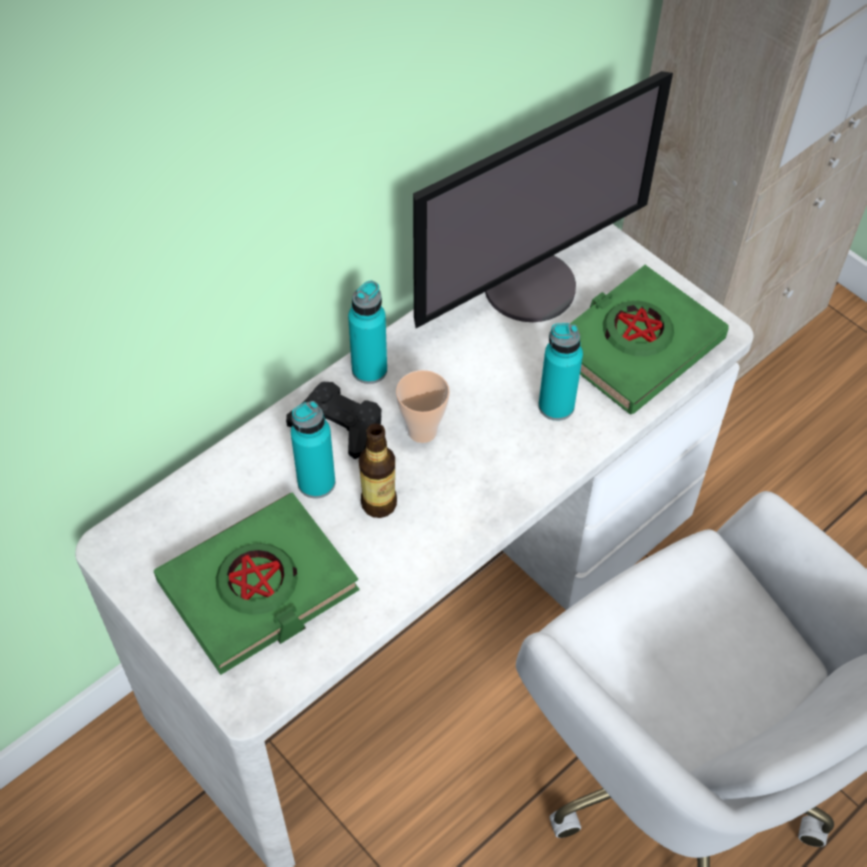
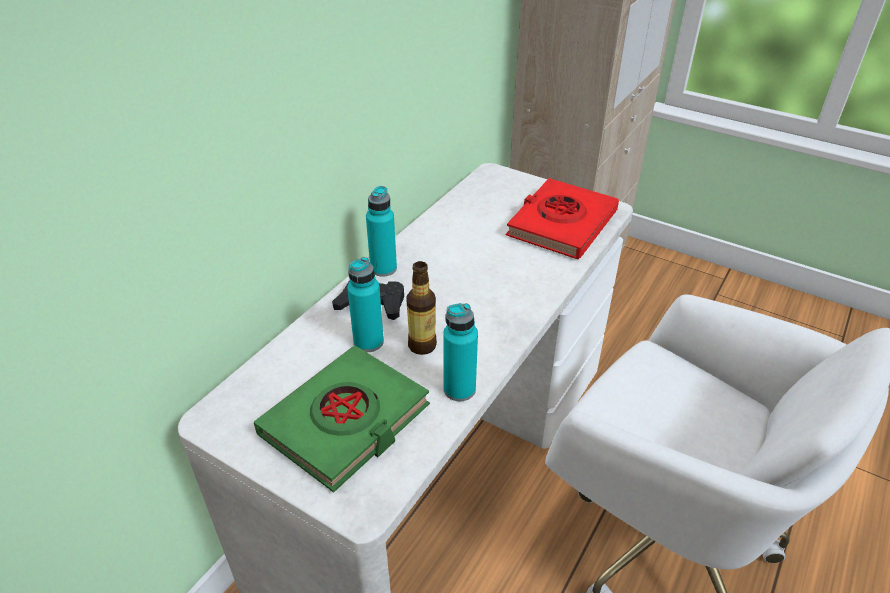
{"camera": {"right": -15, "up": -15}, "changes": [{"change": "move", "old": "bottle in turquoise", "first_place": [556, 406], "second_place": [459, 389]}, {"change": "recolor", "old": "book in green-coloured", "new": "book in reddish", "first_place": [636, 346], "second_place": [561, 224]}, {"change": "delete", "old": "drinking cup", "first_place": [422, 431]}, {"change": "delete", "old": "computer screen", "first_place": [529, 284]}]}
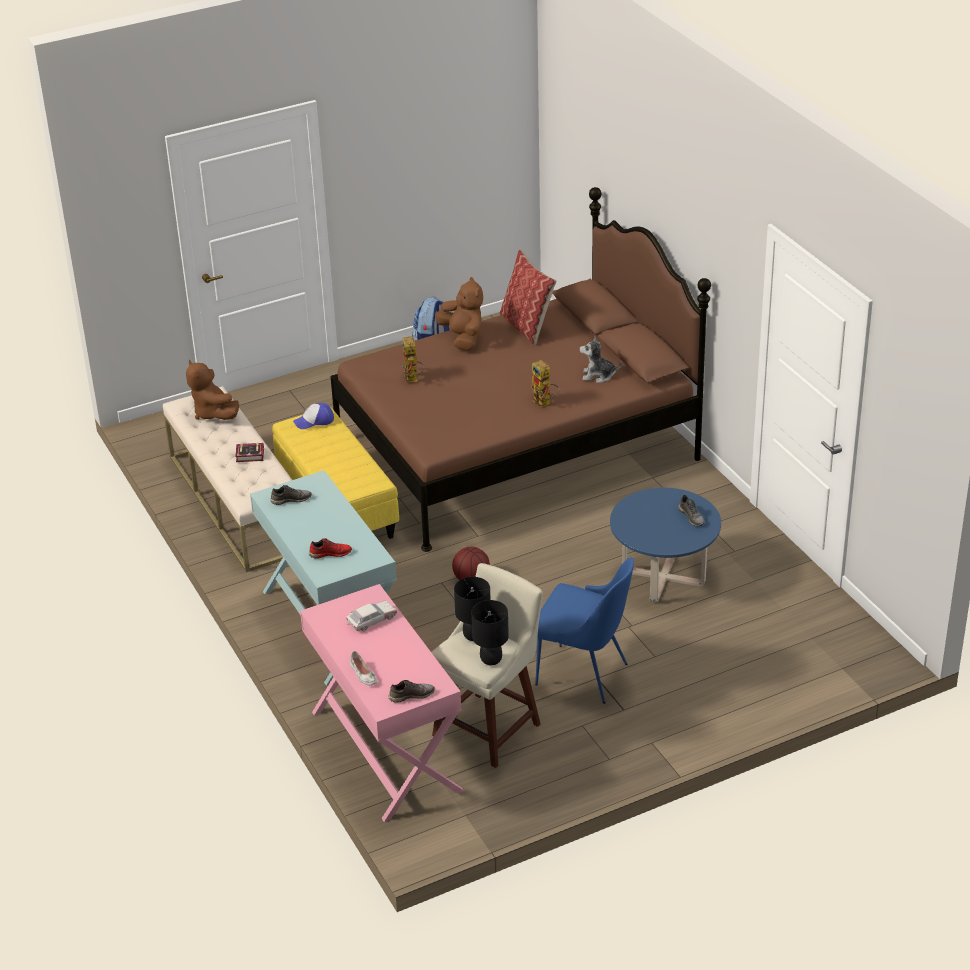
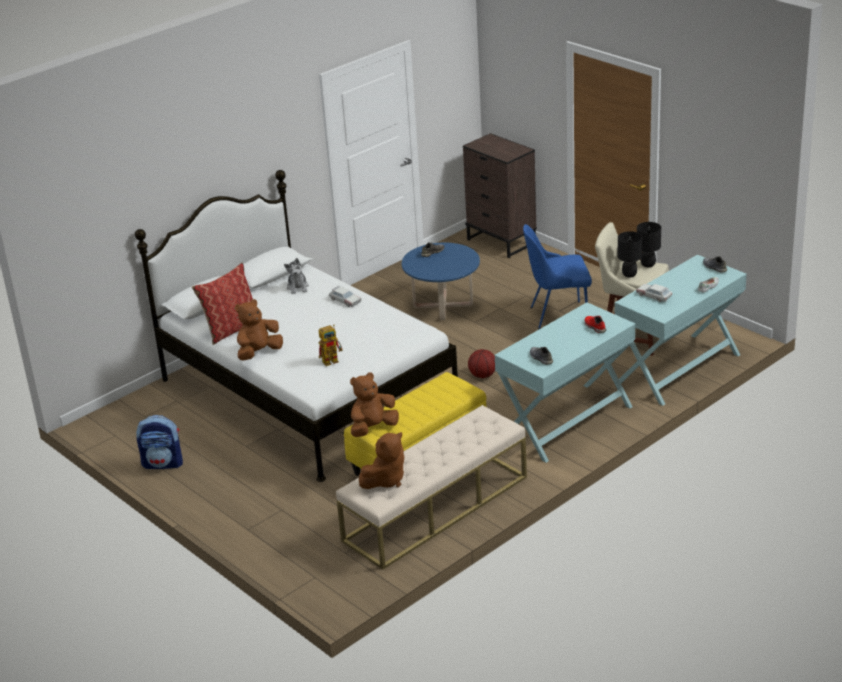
{"camera": {"right": -105, "up": -5}, "changes": [{"change": "recolor", "old": "bedroom bed in brown-coloured", "new": "bedroom bed in white", "first_place": [517, 449], "second_place": [307, 390]}, {"change": "replace", "old": "model robot", "new": "model car", "first_place": [544, 403], "second_place": [345, 300]}, {"change": "replace", "old": "peaked cap", "new": "cuddly toy in brown-coloured", "first_place": [314, 421], "second_place": [373, 428]}, {"change": "insert", "new": "dresser in brown-coloured", "second_place": [501, 242]}, {"change": "rotate", "old": "plain chair in blue", "first_place": [582, 674], "second_place": [558, 316], "degrees": -105}, {"change": "recolor", "old": "desk table in pink", "new": "desk table in turquoise", "first_place": [385, 750], "second_place": [679, 369]}, {"change": "delete", "old": "book", "first_place": [251, 455]}]}
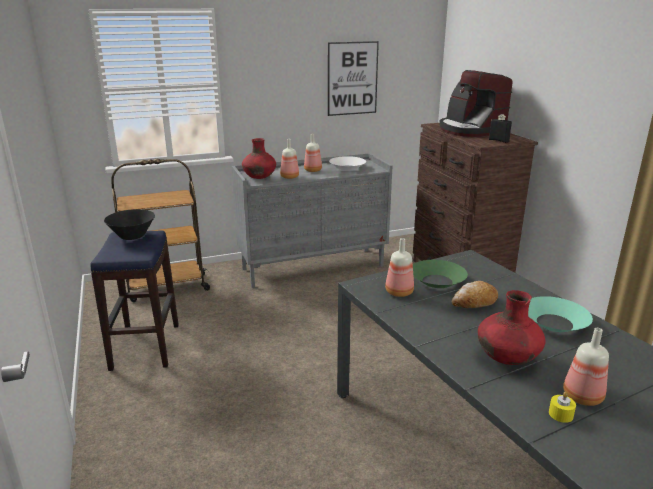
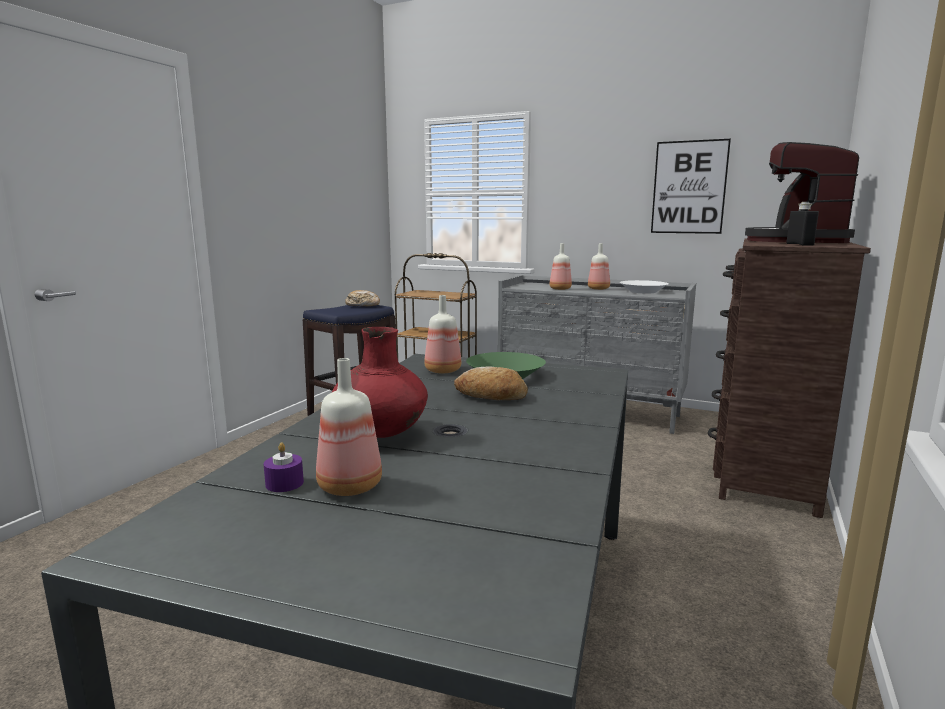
{"camera": {"right": 45, "up": -10}, "changes": [{"change": "recolor", "old": "wax candle in yellowish", "new": "wax candle in purplish", "first_place": [560, 414], "second_place": [284, 483]}, {"change": "replace", "old": "bowl in black-coloured", "new": "baked bread", "first_place": [132, 236], "second_place": [363, 305]}, {"change": "delete", "old": "decorative vase in reddish", "first_place": [259, 178]}, {"change": "delete", "old": "bowl in turquoise", "first_place": [554, 322]}]}
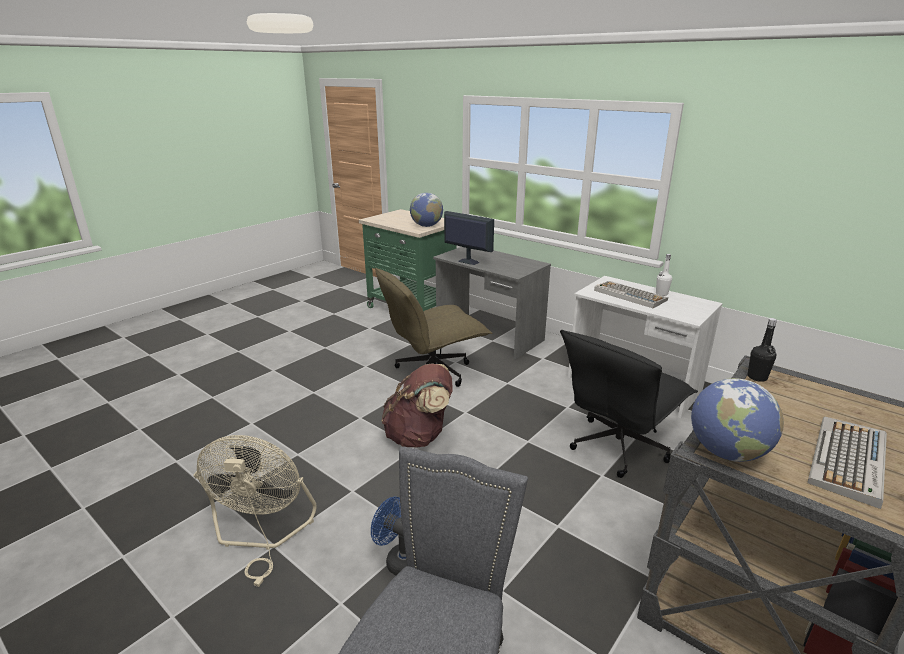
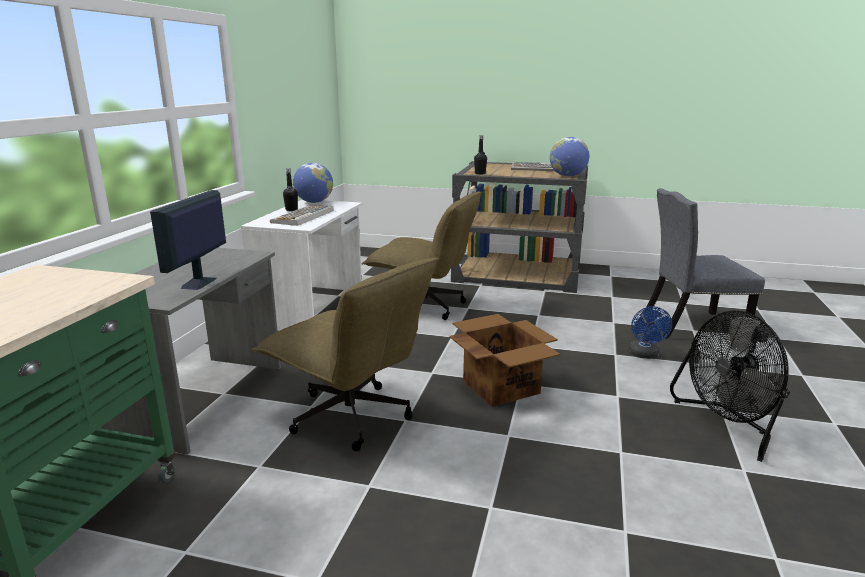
{"camera": {"right": -115, "up": -5}, "changes": [{"change": "recolor", "old": "bottle in white", "new": "bottle in black-coloured", "first_place": [661, 294], "second_place": [291, 210]}, {"change": "move", "old": "desk globe", "first_place": [426, 226], "second_place": [314, 202]}, {"change": "recolor", "old": "desk chair in black-coloured", "new": "desk chair in beige", "first_place": [619, 446], "second_place": [423, 306]}, {"change": "replace", "old": "knapsack in brown-coloured", "new": "packing box", "first_place": [419, 436], "second_place": [500, 386]}, {"change": "recolor", "old": "electric fan in beige", "new": "electric fan in black-coloured", "first_place": [258, 535], "second_place": [729, 422]}]}
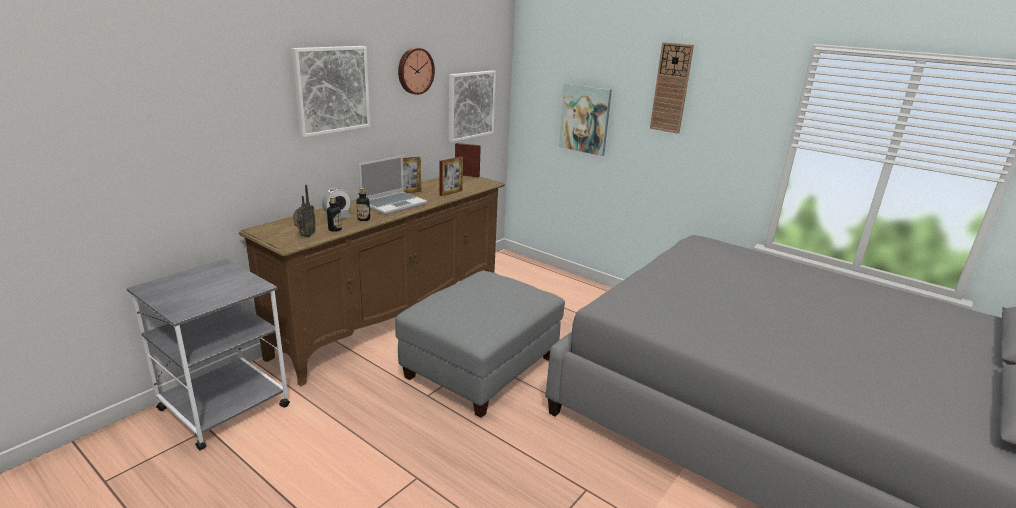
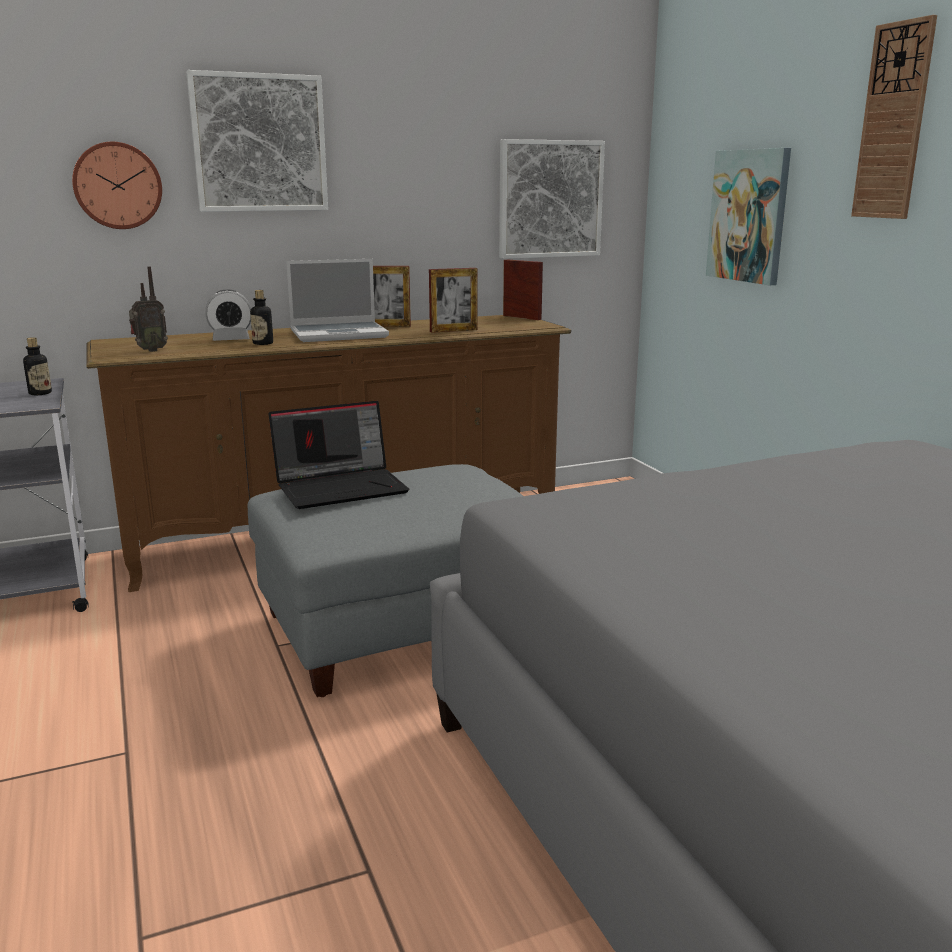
{"camera": {"right": 30, "up": -5}, "changes": [{"change": "move", "old": "bottle", "first_place": [335, 229], "second_place": [40, 393]}, {"change": "move", "old": "wall clock", "first_place": [414, 71], "second_place": [117, 186]}, {"change": "insert", "new": "notebook computer", "second_place": [342, 487]}]}
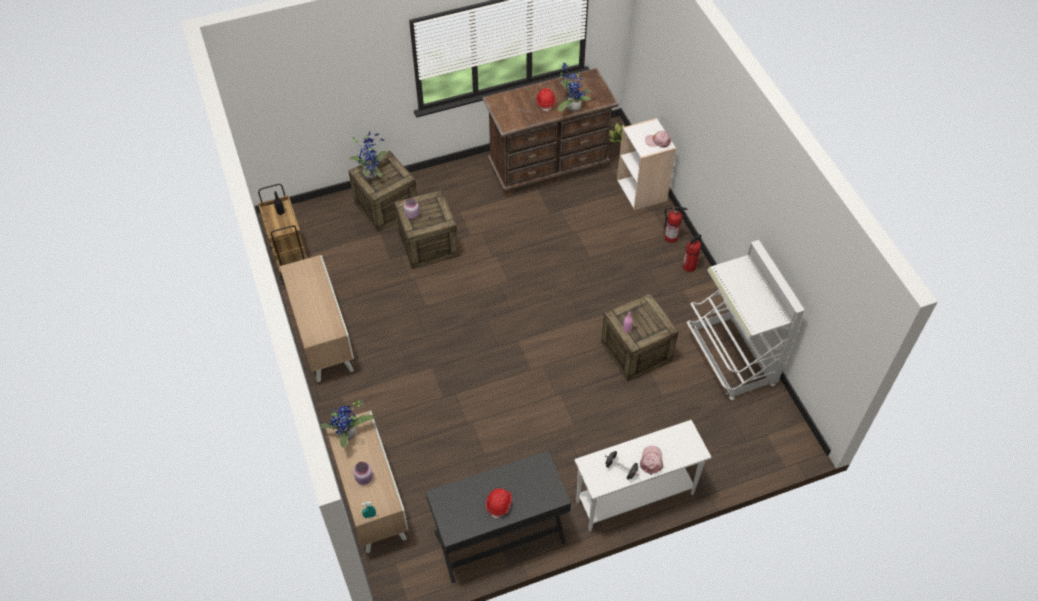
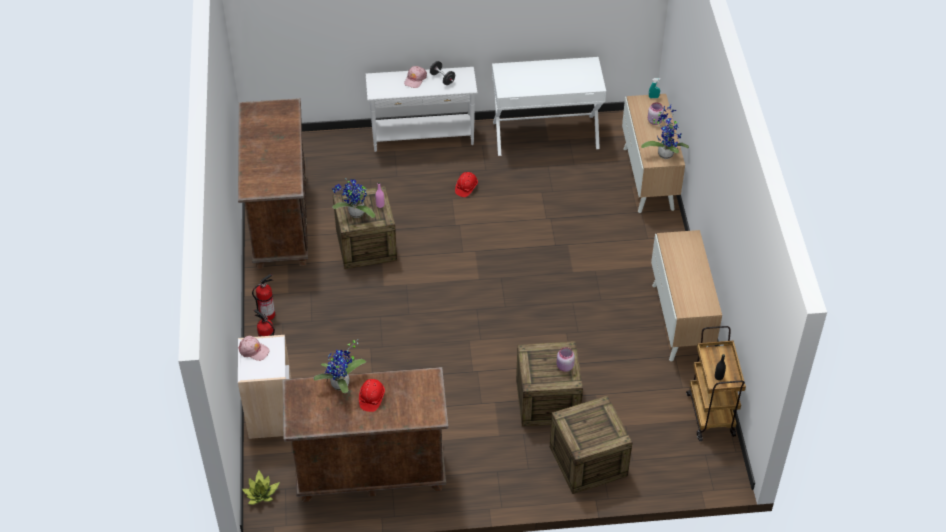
{"camera": {"right": -165, "up": -5}, "changes": [{"change": "replace", "old": "shoe shelf in white", "new": "dresser in brown-coloured", "first_place": [729, 358], "second_place": [280, 221]}, {"change": "move", "old": "houseplant", "first_place": [371, 173], "second_place": [355, 214]}, {"change": "move", "old": "work helmet in reddish", "first_place": [499, 504], "second_place": [466, 188]}, {"change": "recolor", "old": "desk table in black-coloured", "new": "desk table in white", "first_place": [499, 538], "second_place": [545, 134]}]}
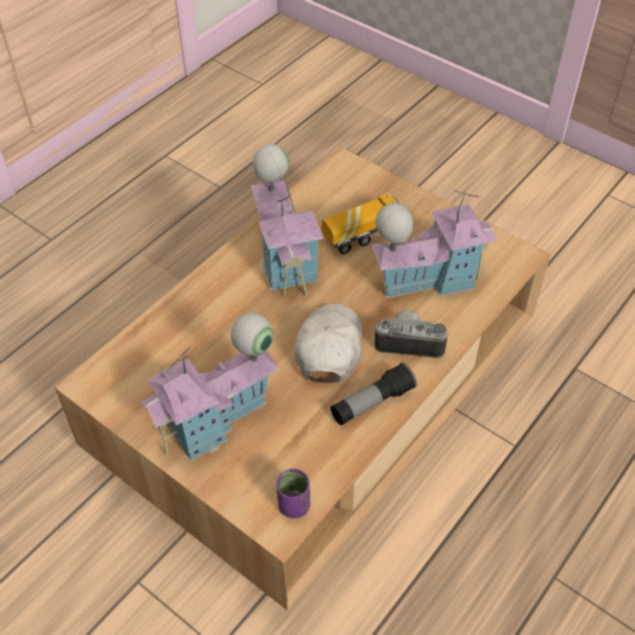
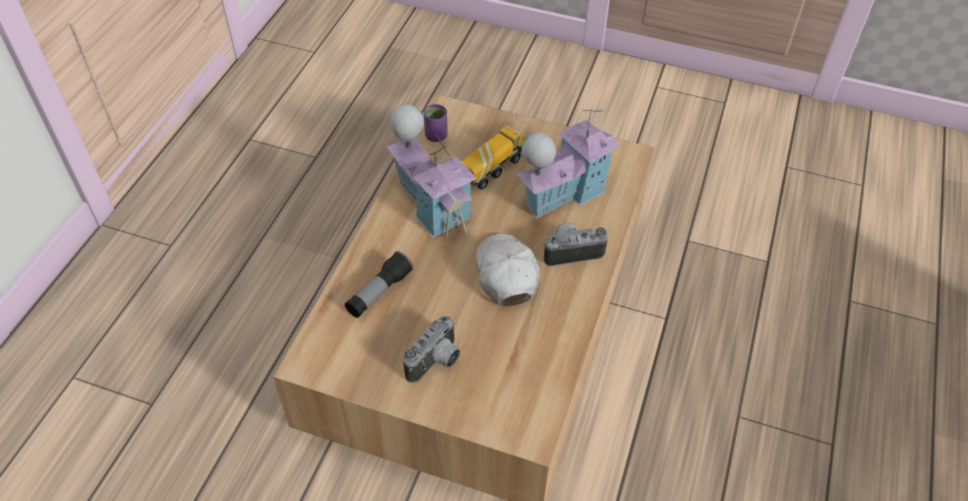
{"camera": {"right": -20, "up": 0}, "changes": [{"change": "move", "old": "torch", "first_place": [372, 403], "second_place": [379, 292]}, {"change": "replace", "old": "model house", "new": "still camera", "first_place": [217, 419], "second_place": [437, 363]}, {"change": "move", "old": "drinking cup in purplish", "first_place": [294, 505], "second_place": [436, 136]}]}
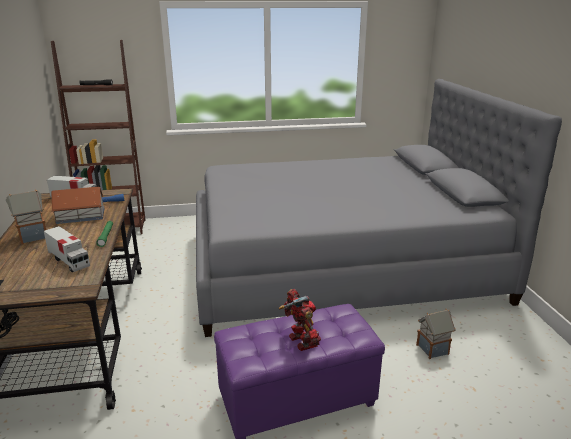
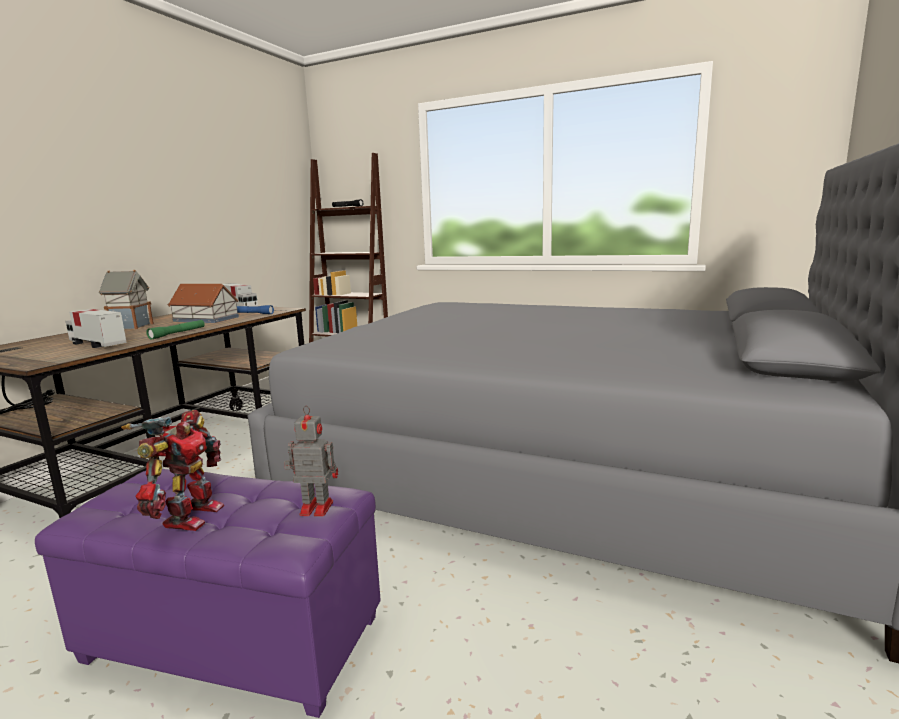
{"camera": {"right": 35, "up": -10}, "changes": [{"change": "rotate", "old": "toy truck", "first_place": [69, 261], "second_place": [97, 344], "degrees": 135}, {"change": "insert", "new": "model robot", "second_place": [314, 508]}, {"change": "delete", "old": "model house", "first_place": [433, 349]}]}
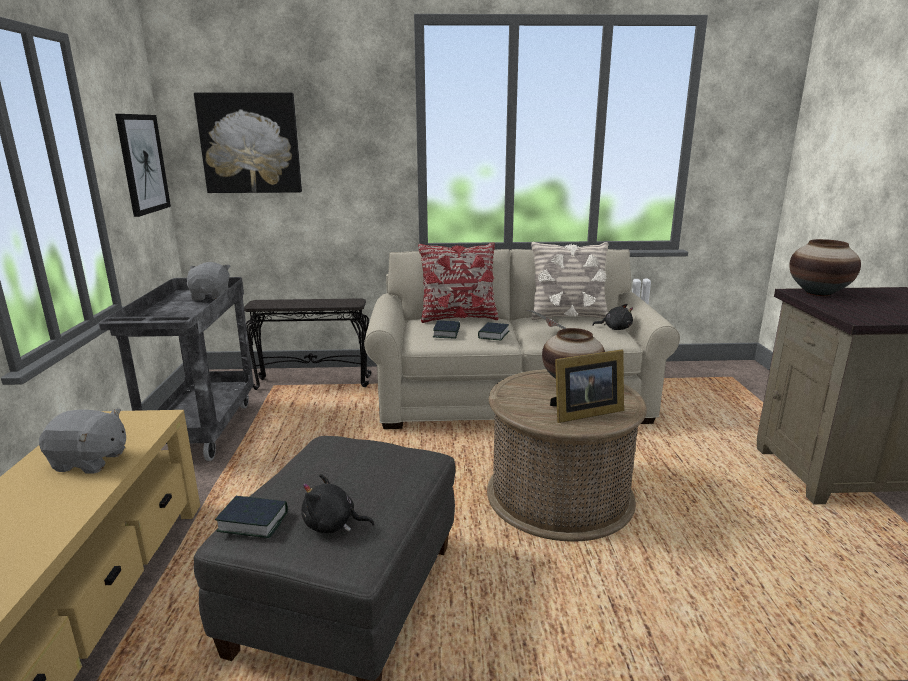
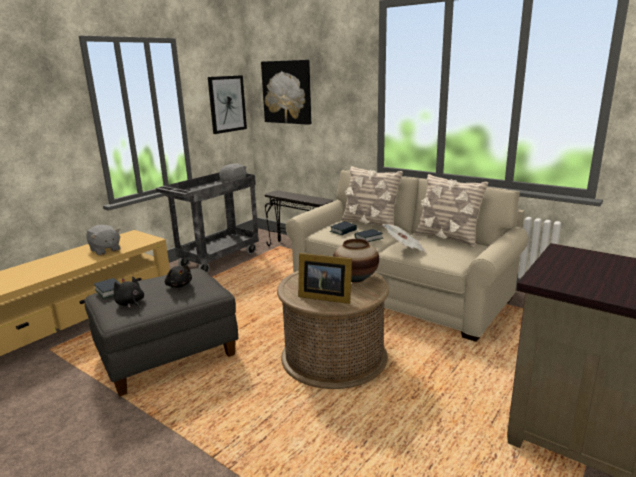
{"camera": {"right": 40, "up": 0}, "changes": [{"change": "move", "old": "cuddly toy in black-coloured", "first_place": [615, 328], "second_place": [179, 285]}, {"change": "recolor", "old": "cushion in reddish", "new": "cushion in beige", "first_place": [458, 318], "second_place": [370, 224]}, {"change": "delete", "old": "decorative vase", "first_place": [818, 293]}]}
